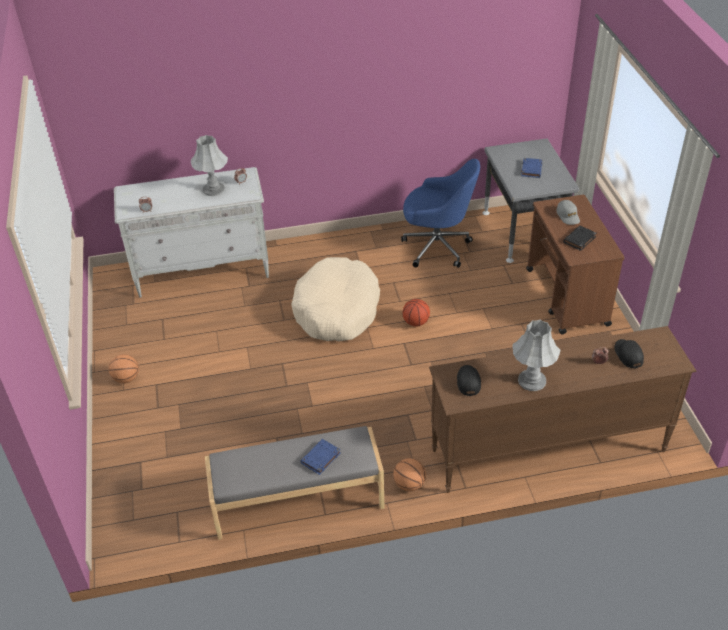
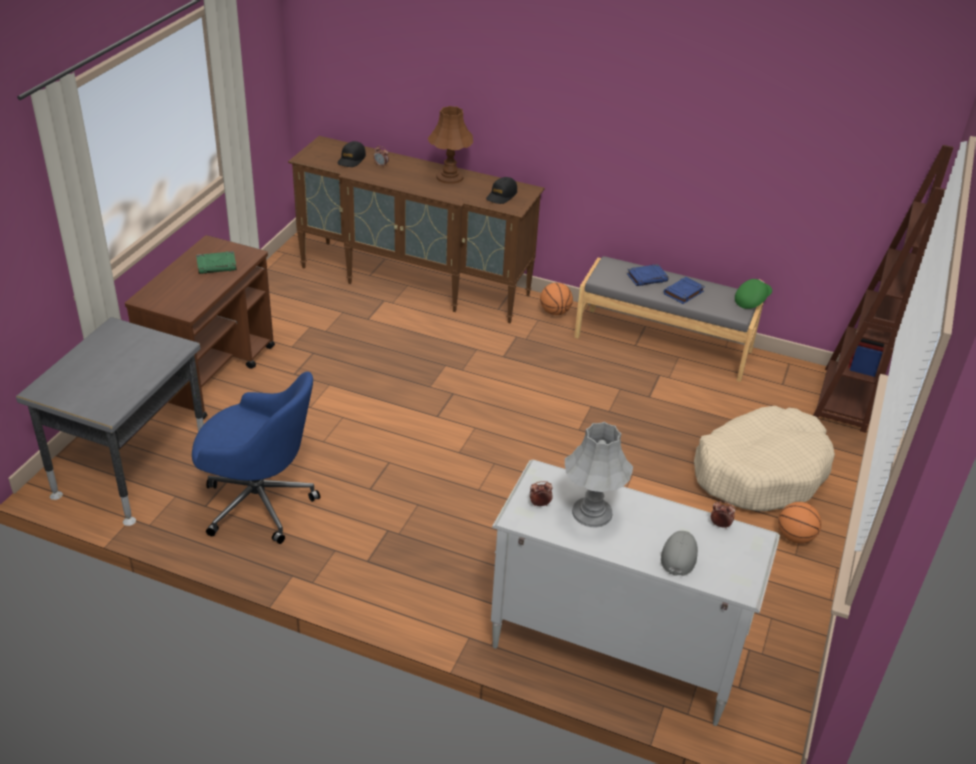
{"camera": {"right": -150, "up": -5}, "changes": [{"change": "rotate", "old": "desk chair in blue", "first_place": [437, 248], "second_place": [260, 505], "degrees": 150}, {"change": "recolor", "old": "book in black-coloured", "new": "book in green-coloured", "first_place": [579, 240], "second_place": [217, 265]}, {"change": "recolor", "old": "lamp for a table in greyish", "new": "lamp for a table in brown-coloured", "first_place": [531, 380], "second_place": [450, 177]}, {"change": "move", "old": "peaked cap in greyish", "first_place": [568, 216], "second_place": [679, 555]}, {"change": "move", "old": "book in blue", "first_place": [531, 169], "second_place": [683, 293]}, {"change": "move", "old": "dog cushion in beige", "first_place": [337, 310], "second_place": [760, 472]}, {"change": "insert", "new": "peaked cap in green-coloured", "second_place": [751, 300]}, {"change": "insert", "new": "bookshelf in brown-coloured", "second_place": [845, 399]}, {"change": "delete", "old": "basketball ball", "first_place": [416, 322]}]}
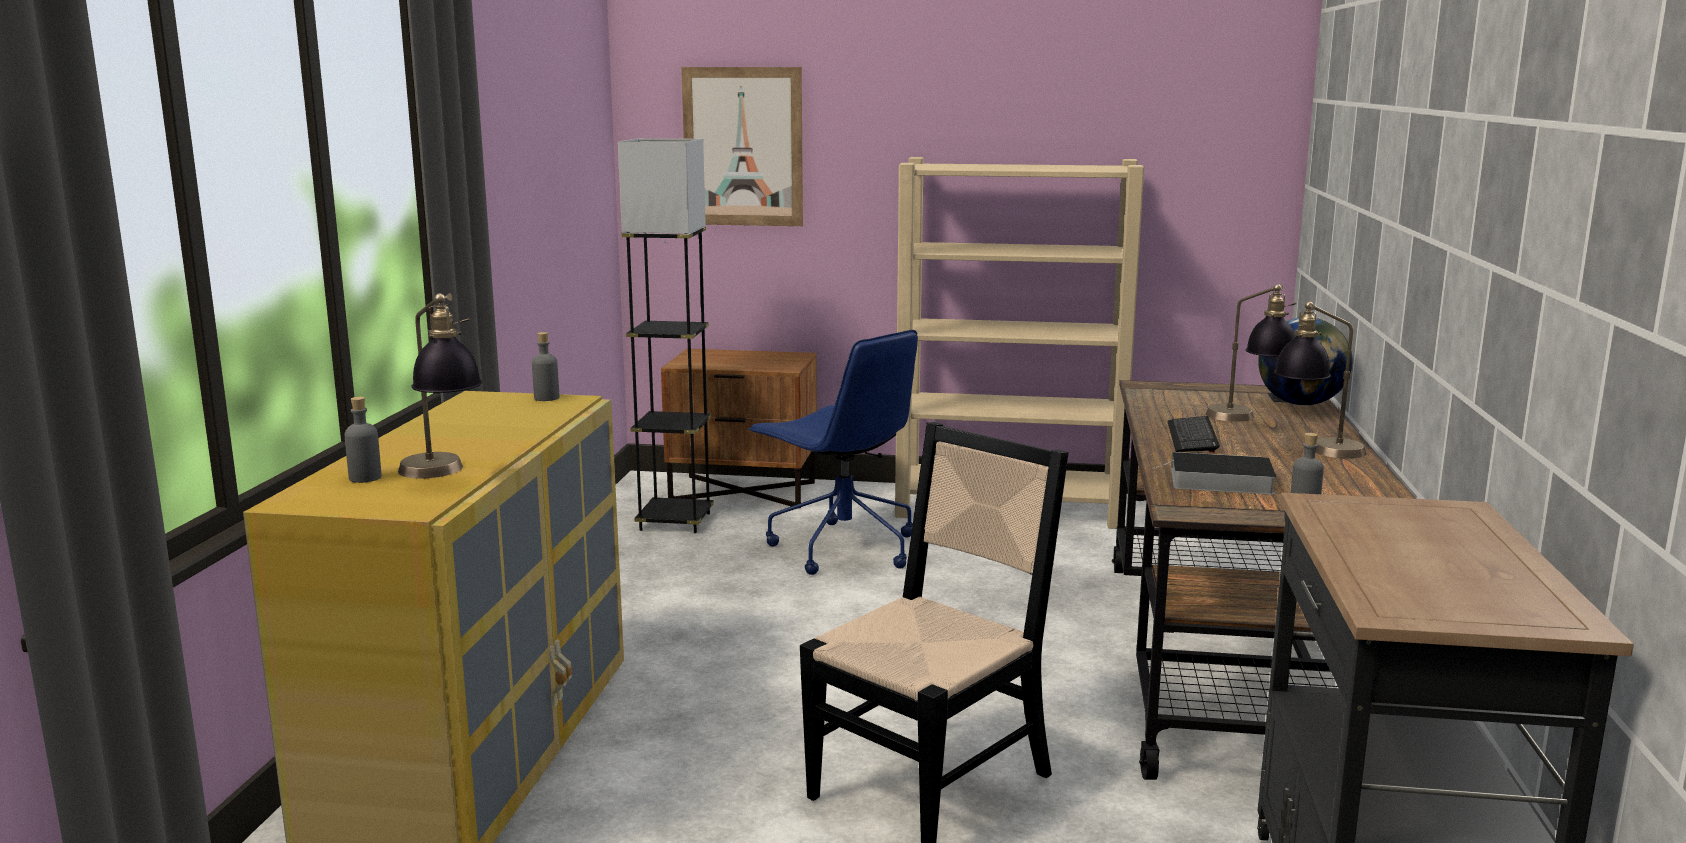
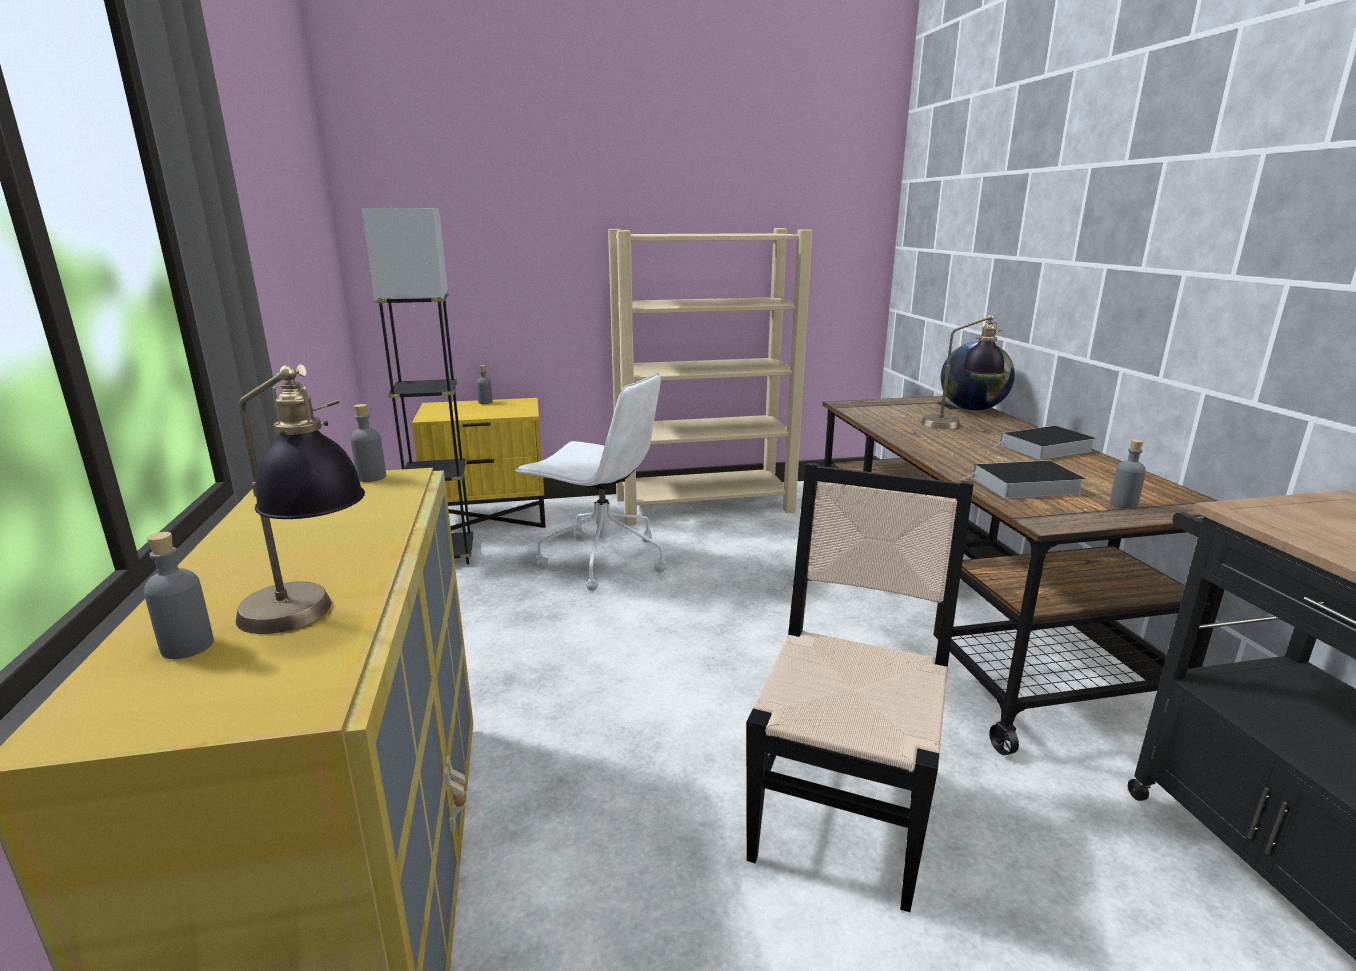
{"camera": {"right": -20, "up": 5}, "changes": [{"change": "recolor", "old": "night table in brown-coloured", "new": "night table in yellowish", "first_place": [744, 491], "second_place": [489, 518]}, {"change": "insert", "new": "bottle in greyish", "second_place": [485, 402]}, {"change": "recolor", "old": "desk chair in blue", "new": "desk chair in white", "first_place": [839, 547], "second_place": [599, 560]}, {"change": "replace", "old": "lamp for a table", "new": "book", "first_place": [1316, 451], "second_place": [1044, 448]}, {"change": "delete", "old": "picture", "first_place": [743, 147]}, {"change": "delete", "old": "computer keyboard", "first_place": [1192, 437]}]}
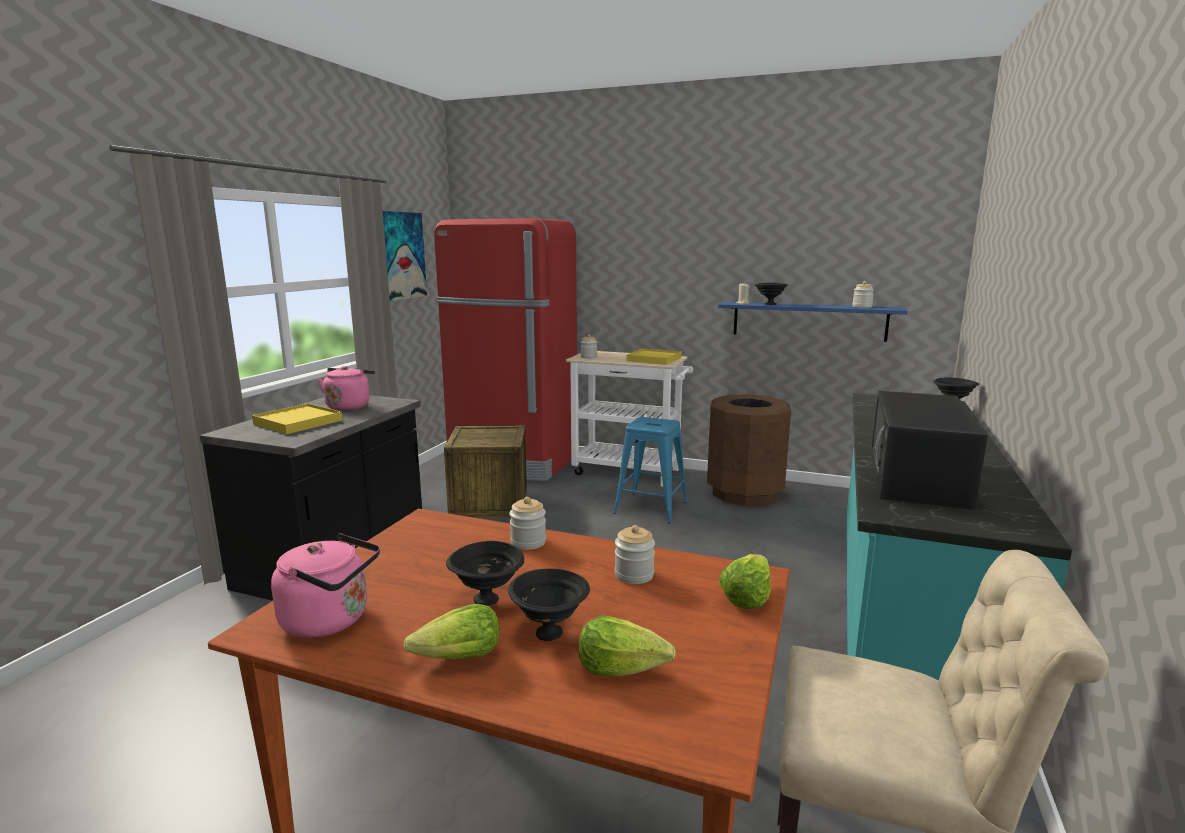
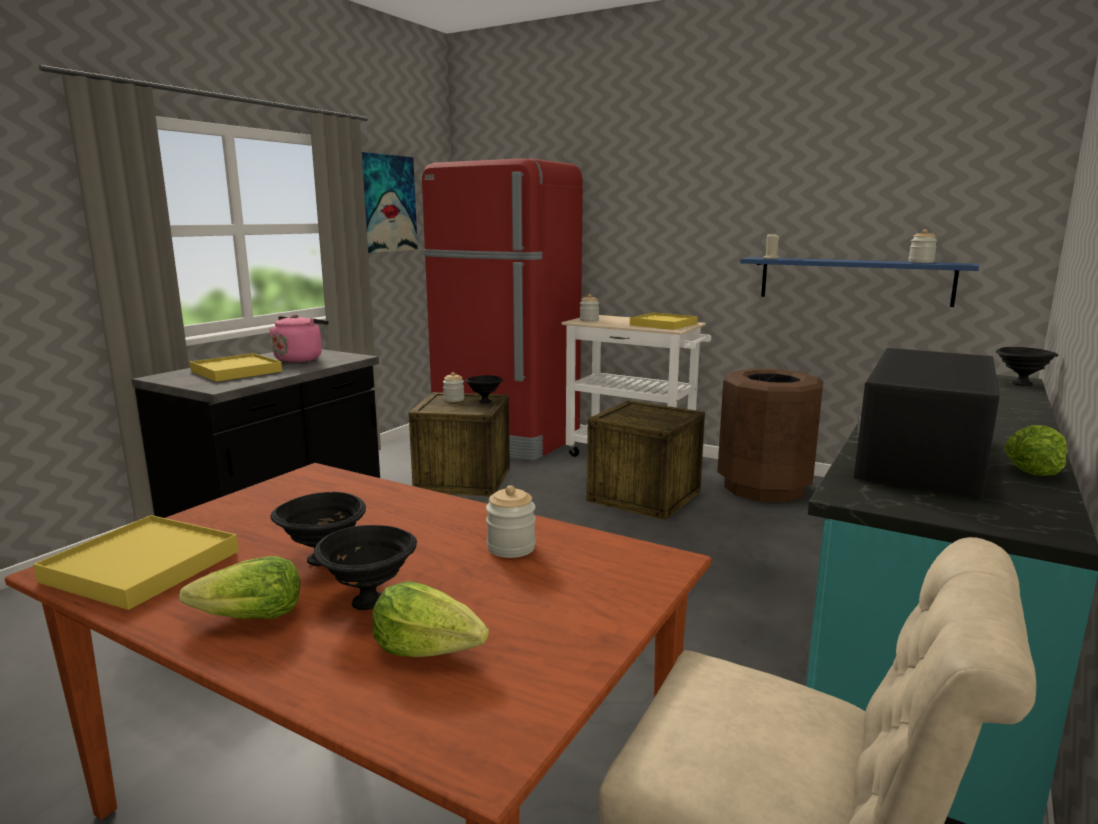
{"camera": {"right": 10, "up": 0}, "changes": [{"change": "replace", "old": "kettle in pink", "new": "carrying tray in yellowish", "first_place": [331, 620], "second_place": [142, 566]}, {"change": "move", "old": "preserve jar", "first_place": [528, 542], "second_place": [454, 399]}, {"change": "move", "old": "bowl in black-coloured", "first_place": [769, 304], "second_place": [484, 402]}, {"change": "replace", "old": "stool seat in blue", "new": "packing crate", "first_place": [650, 507], "second_place": [644, 496]}, {"change": "move", "old": "head of lettuce", "first_place": [746, 597], "second_place": [1033, 469]}]}
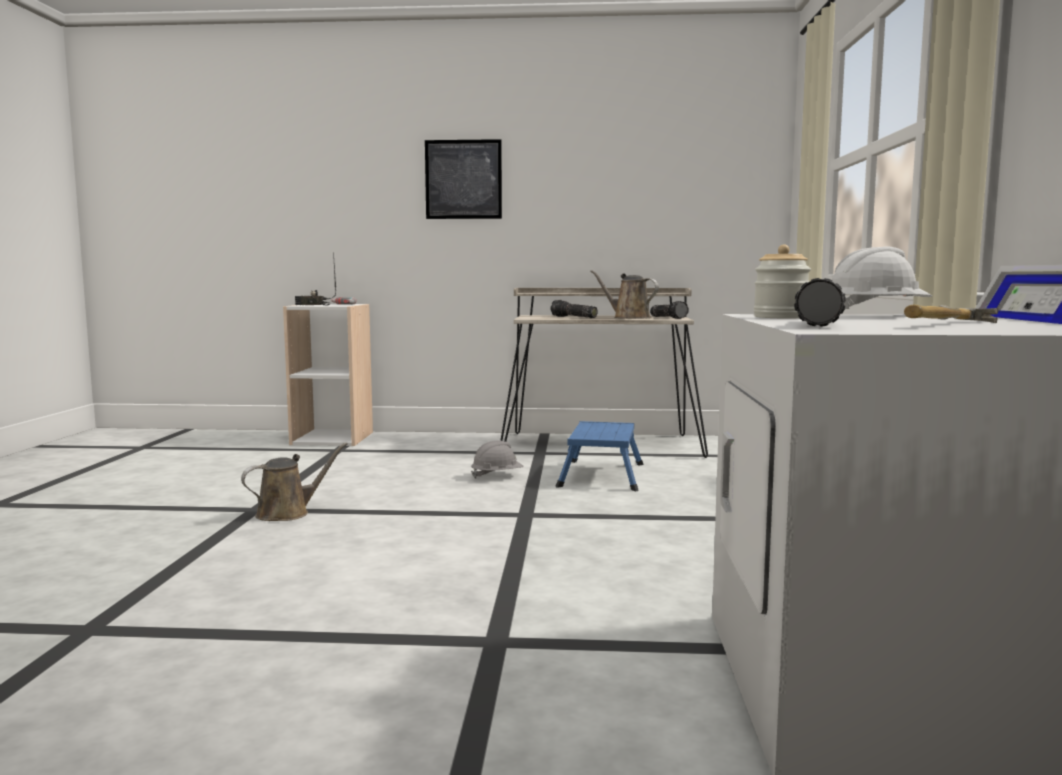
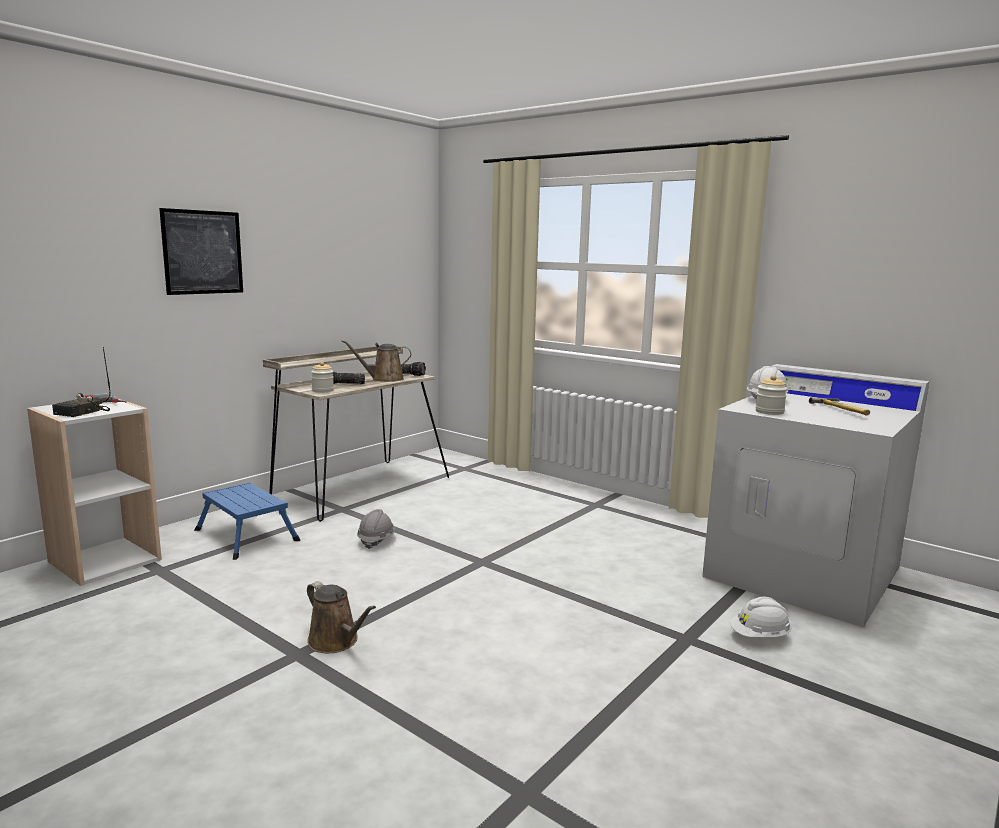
{"camera": {"right": -55, "up": 5}, "changes": [{"change": "move", "old": "step stool in blue", "first_place": [601, 475], "second_place": [247, 535]}, {"change": "rotate", "old": "watering pot in brown-coloured", "first_place": [288, 513], "second_place": [336, 642], "degrees": 135}, {"change": "insert", "new": "preserve jar", "second_place": [323, 390]}, {"change": "insert", "new": "work helmet in white", "second_place": [759, 636]}, {"change": "delete", "old": "torch", "first_place": [822, 324]}]}
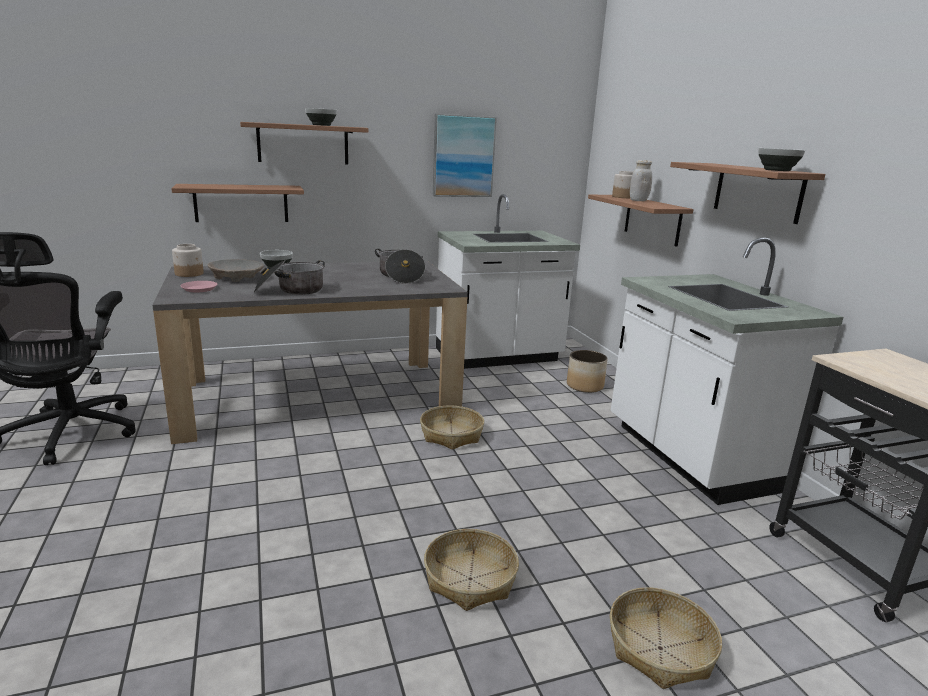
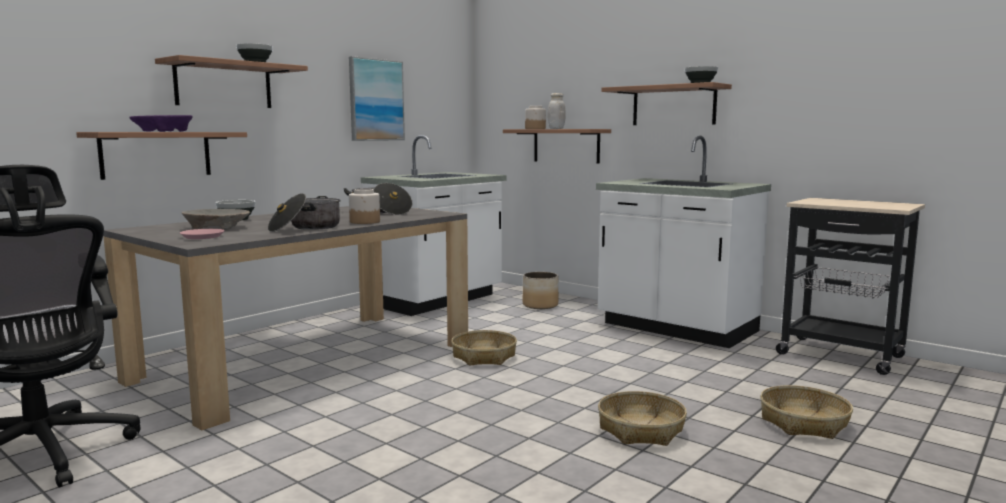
{"camera": {"right": -30, "up": -10}, "changes": [{"change": "insert", "new": "bowl in purplish", "second_place": [162, 131]}, {"change": "move", "old": "preserve jar", "first_place": [189, 274], "second_place": [365, 222]}]}
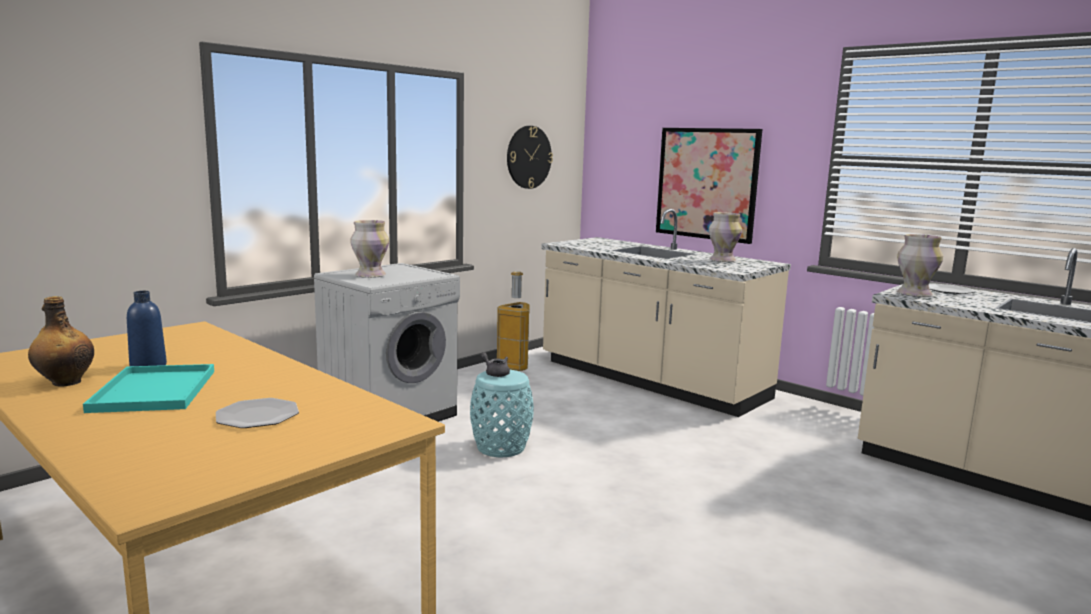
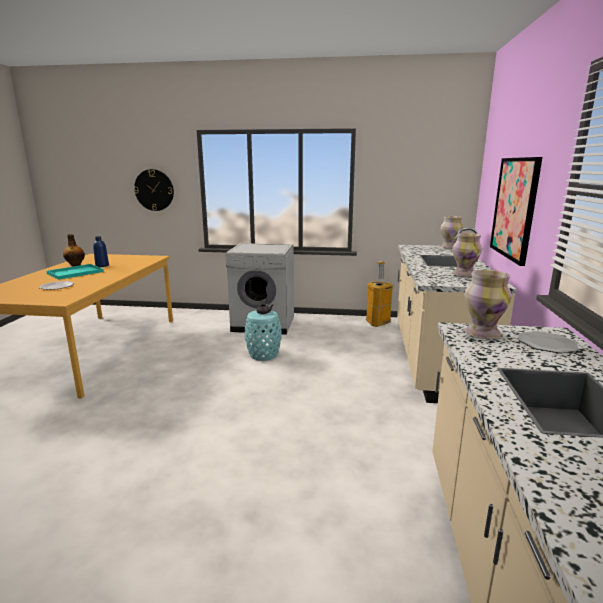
{"camera": {"right": 55, "up": 5}, "changes": [{"change": "move", "old": "wall clock", "first_place": [528, 157], "second_place": [154, 190]}, {"change": "move", "old": "decorative vase", "first_place": [369, 275], "second_place": [448, 247]}]}
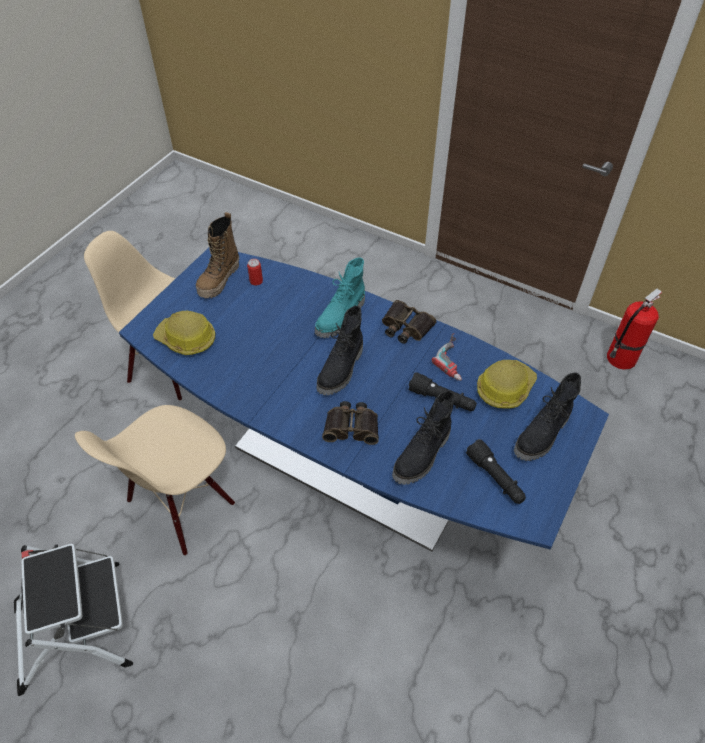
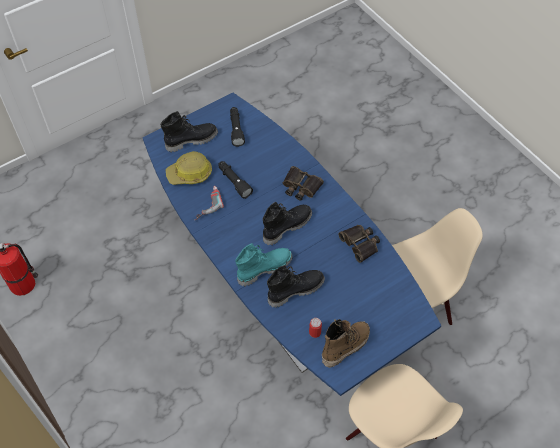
{"camera": {"right": -155, "up": 5}, "changes": [{"change": "move", "old": "tall boot in black-coloured", "first_place": [423, 456], "second_place": [295, 290]}, {"change": "move", "old": "field glasses", "first_place": [405, 327], "second_place": [361, 244]}, {"change": "delete", "old": "step stool", "first_place": [75, 627]}, {"change": "delete", "old": "work helmet", "first_place": [186, 339]}]}
